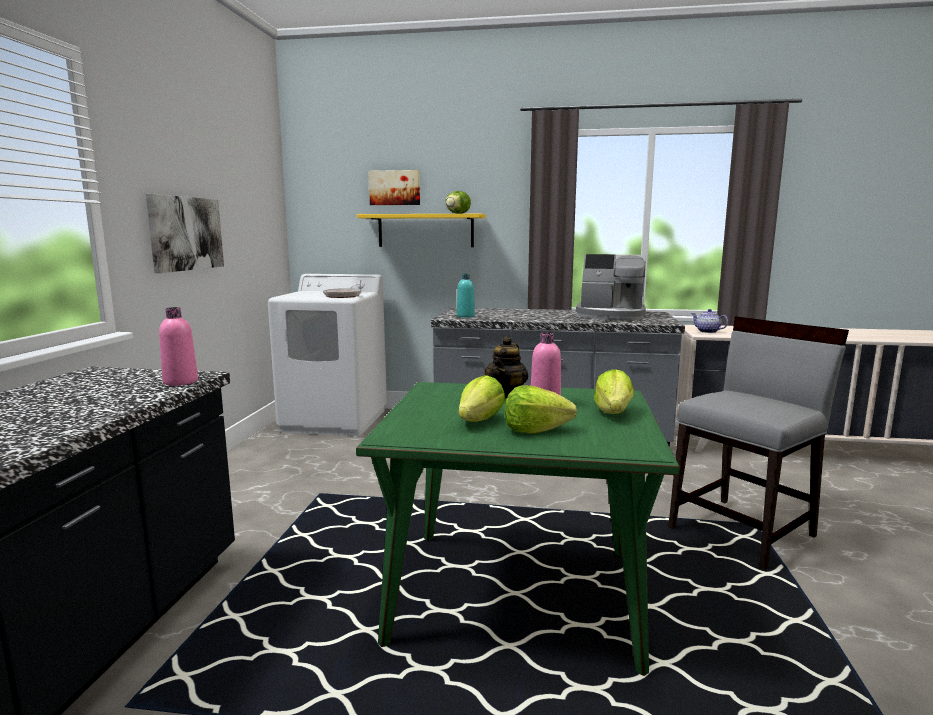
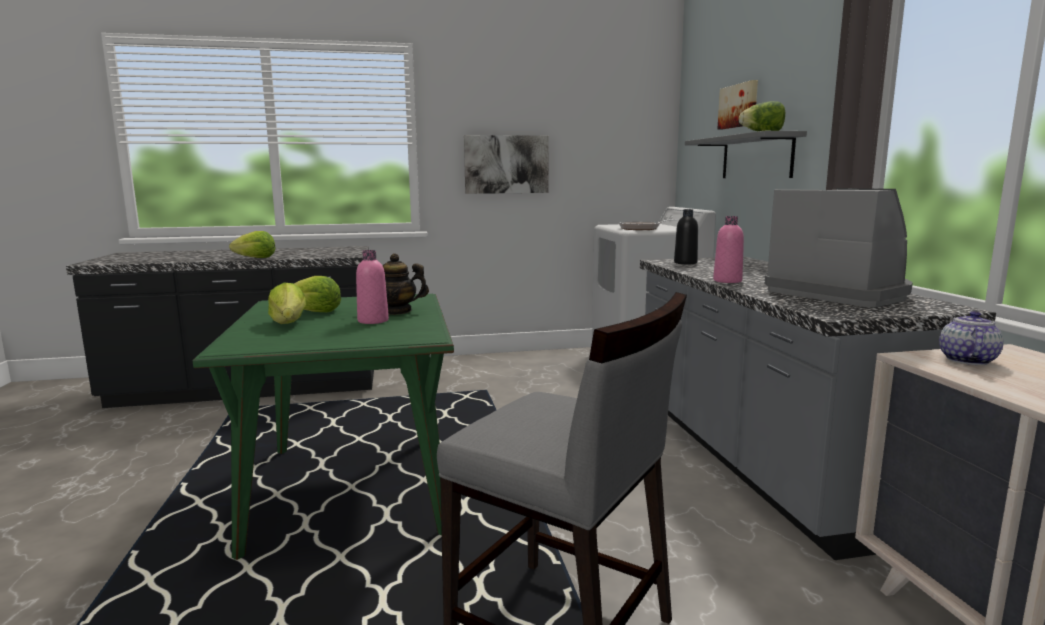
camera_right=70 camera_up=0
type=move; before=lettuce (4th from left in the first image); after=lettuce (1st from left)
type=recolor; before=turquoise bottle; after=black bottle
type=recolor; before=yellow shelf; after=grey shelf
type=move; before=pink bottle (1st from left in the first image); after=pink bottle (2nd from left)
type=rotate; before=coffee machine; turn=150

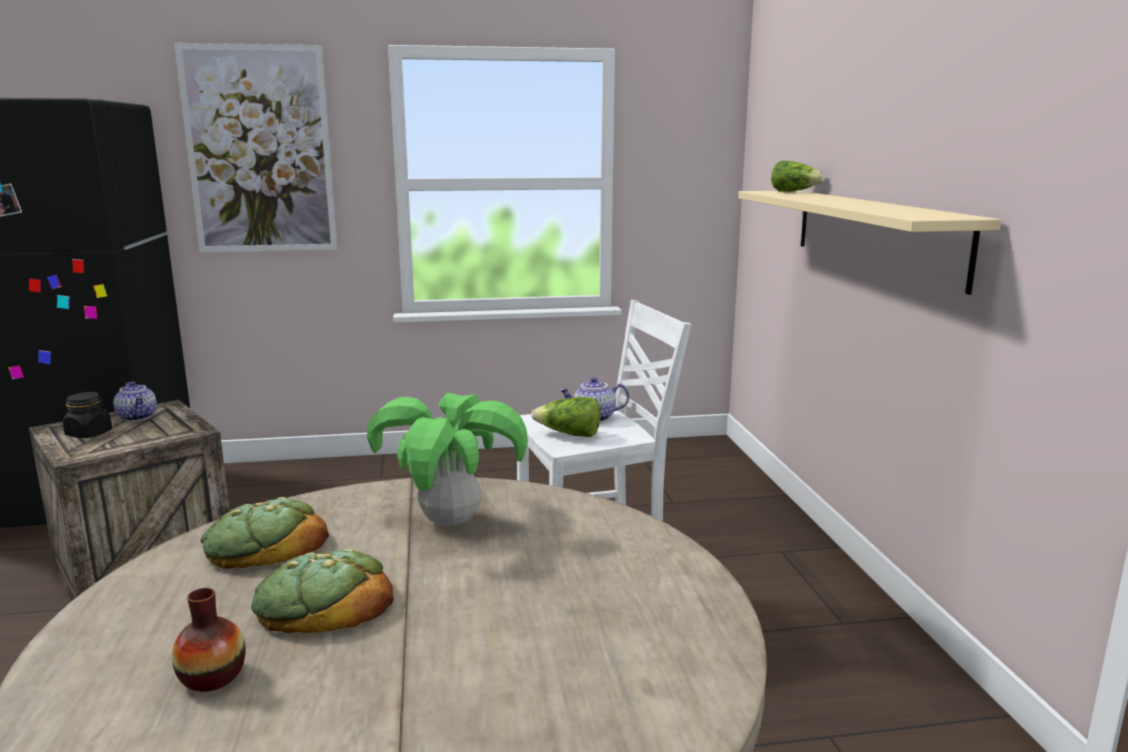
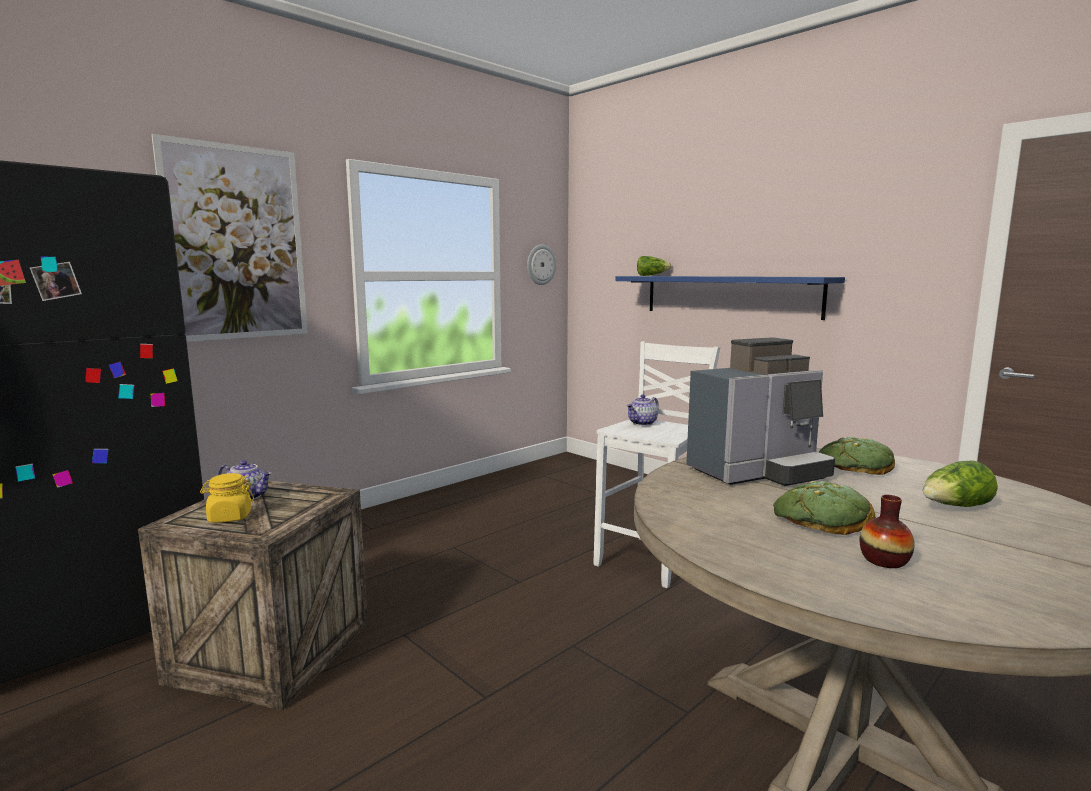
camera_right=-35 camera_up=-5
type=recolor; before=black jar; after=yellow jar
type=insert; after=wall clock
type=recolor; before=beige shelf; after=blue shelf
type=replace; before=potted plant; after=coffee machine
type=move; before=bread (1st from left in the first image); after=bread (2nd from left)
type=move; before=lettuce (1st from left in the first image); after=lettuce (2nd from left)

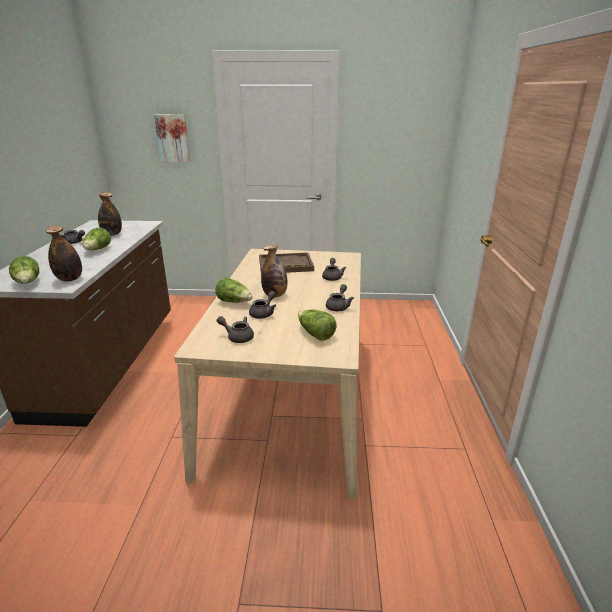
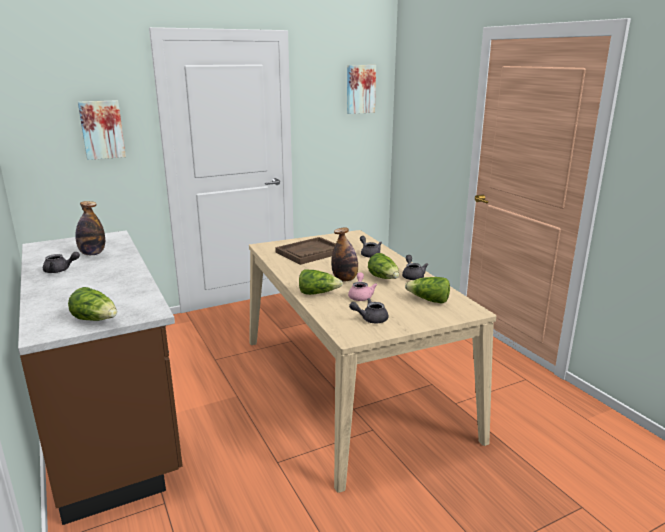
camera_right=-30 camera_up=-5
type=insert; after=picture (2nd from left)
type=recolor; before=grey teapot (3rd from left); after=pink teapot
type=move; before=lettuce (2nd from left in the first image); after=lettuce (3rd from left)
type=delete; before=bottle (1st from left)

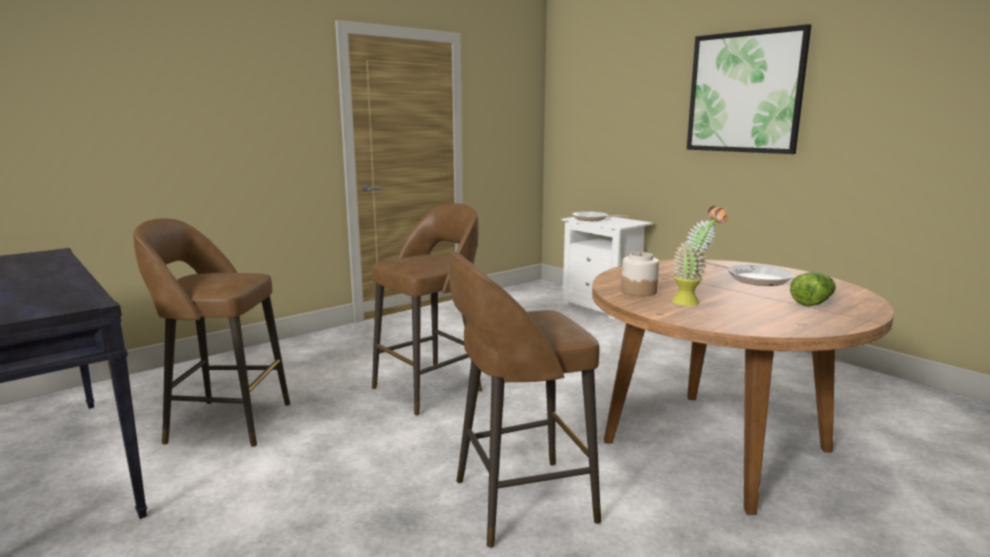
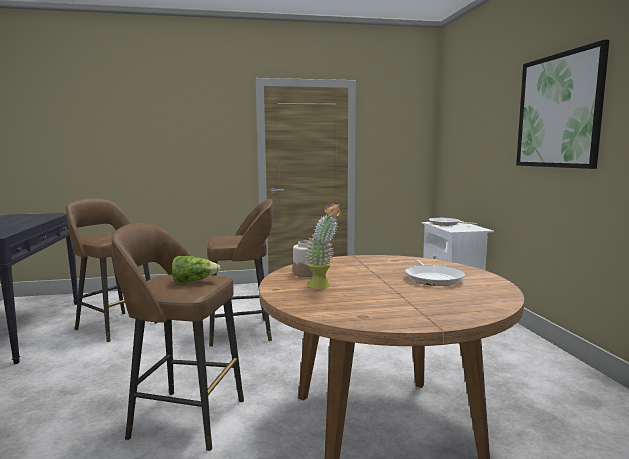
camera_right=30 camera_up=-5
type=move; before=lettuce

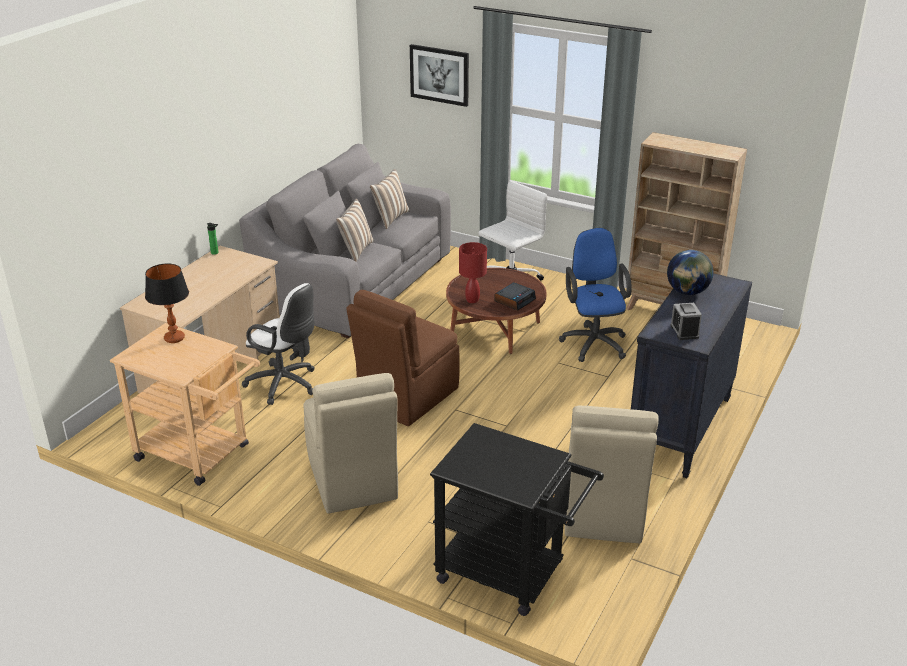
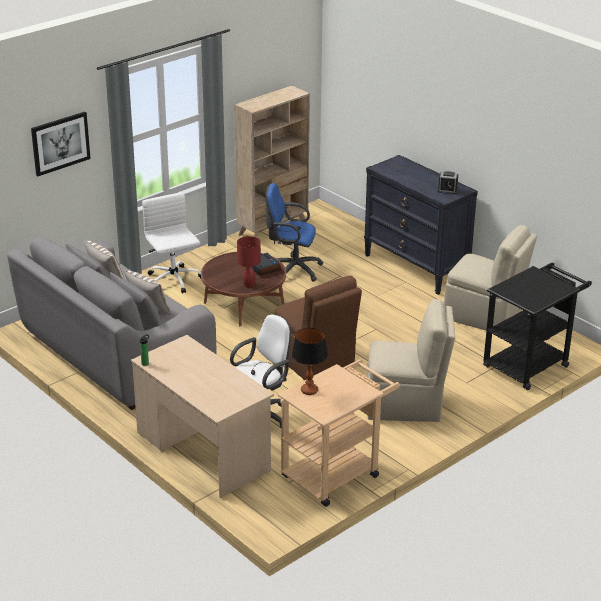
camera_right=-70 camera_up=0
type=delete; before=globe

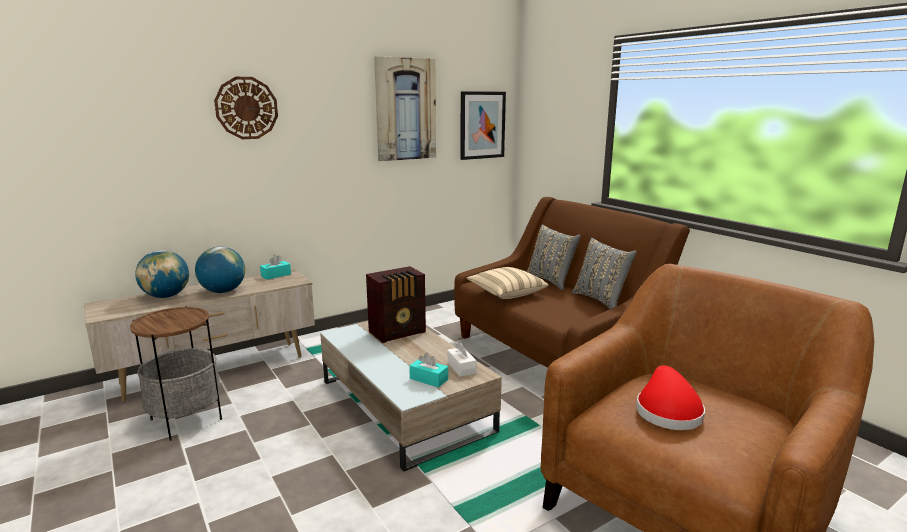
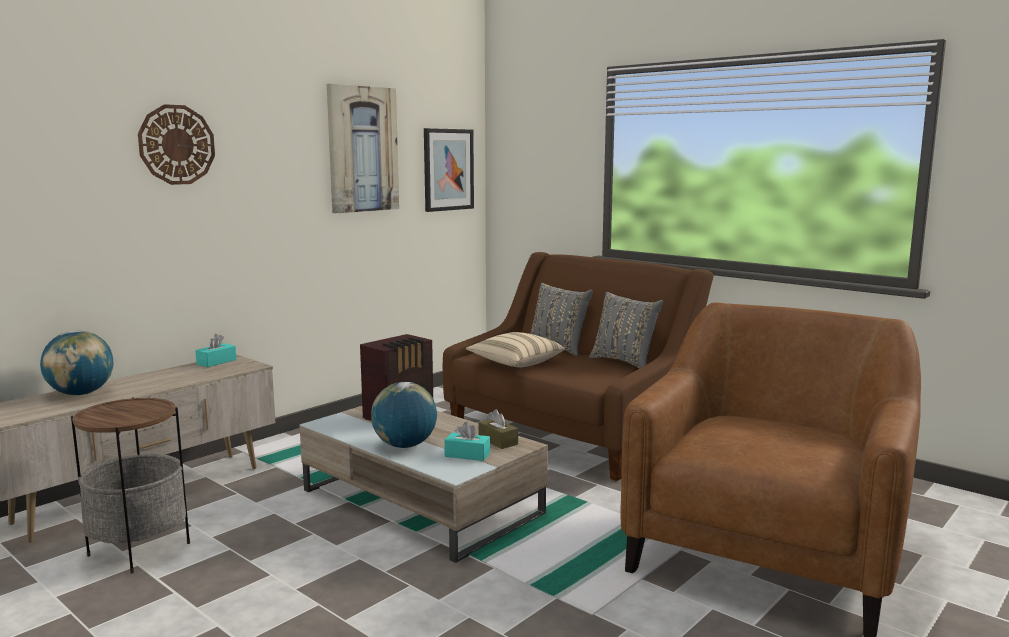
camera_right=-15 camera_up=-5
type=move; before=globe (2nd from left)
type=recolor; before=white tissue box; after=brown tissue box
type=delete; before=red hat

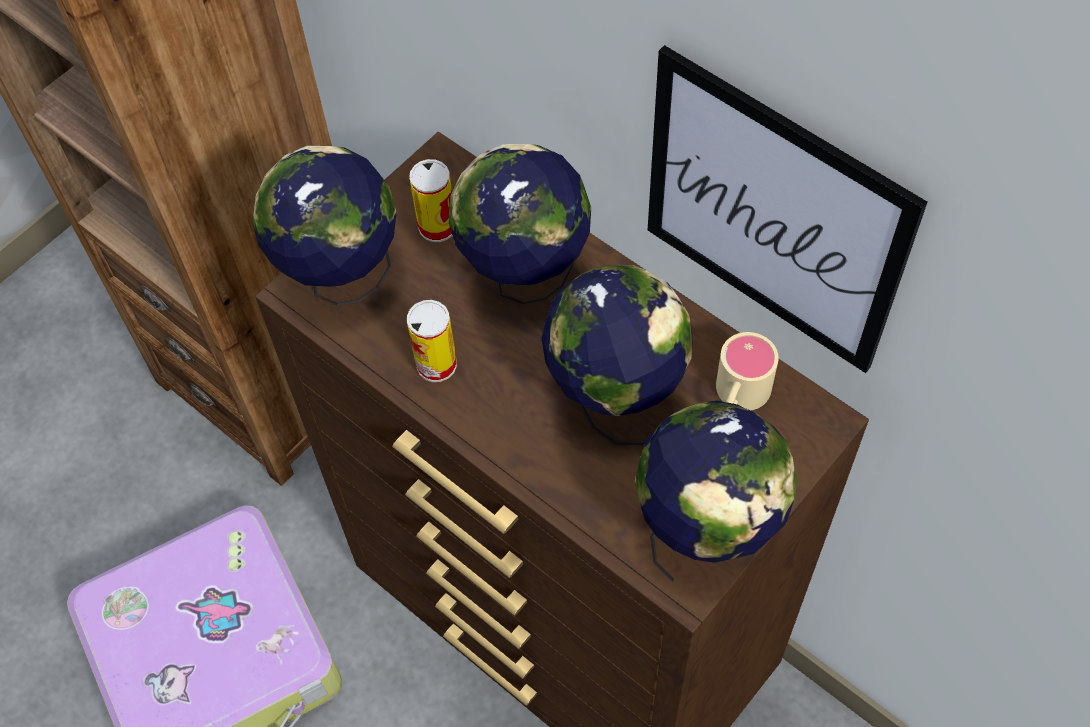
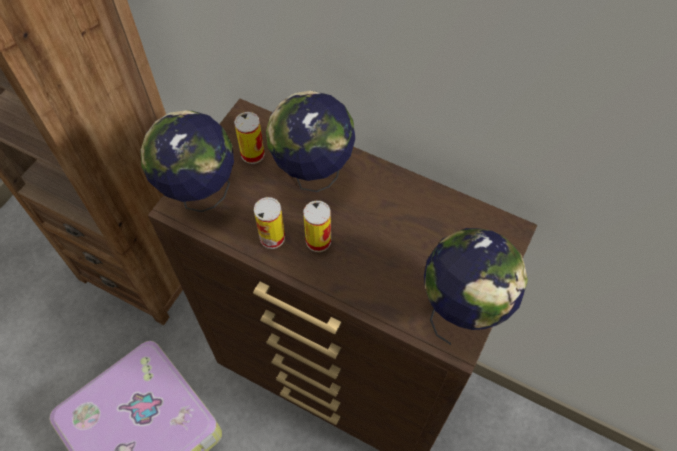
camera_right=-15 camera_up=0
type=insert; after=can (3rd from left)
type=delete; before=globe (3rd from left)
type=delete; before=picture
type=delete; before=beige mug

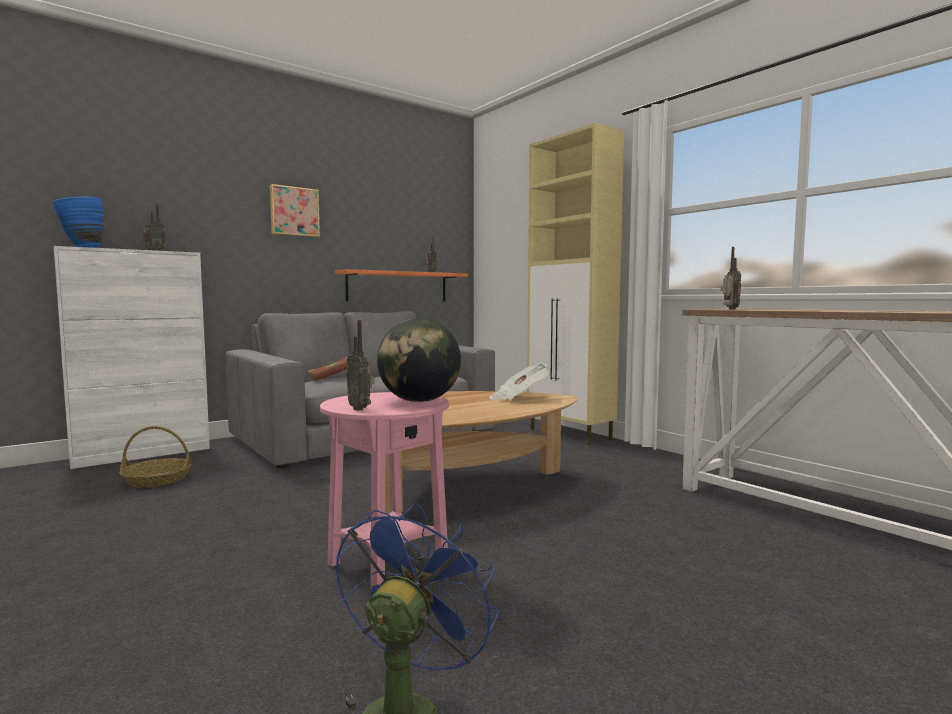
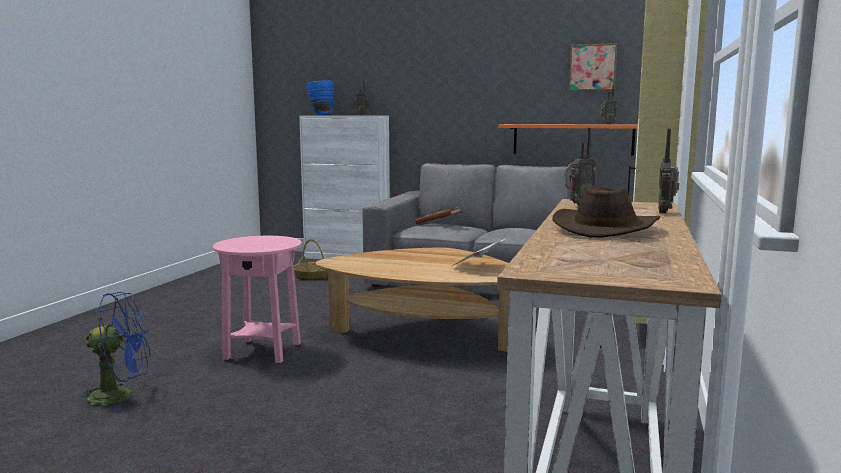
camera_right=55 camera_up=5
type=insert; after=brown hat
type=move; before=picture
type=move; before=radio (2nd from left in the first image); after=radio (4th from left)
type=delete; before=globe

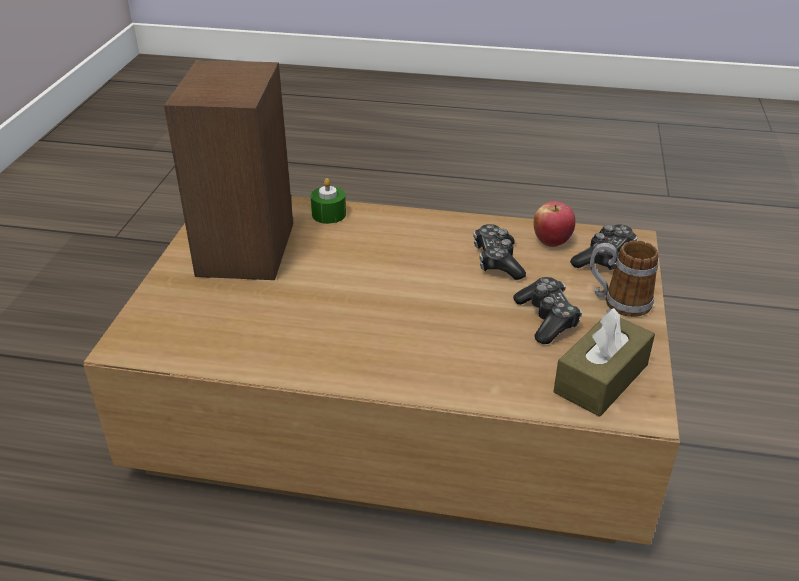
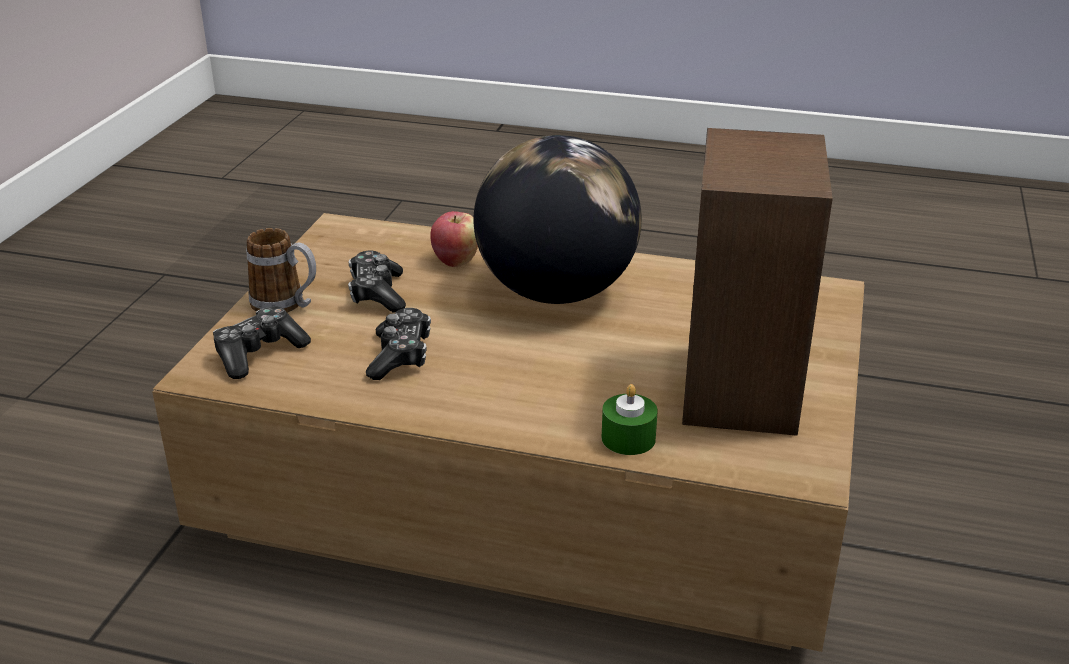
camera_right=-175 camera_up=-5
type=move; before=apple
type=insert; after=globe
type=delete; before=brown tissue box

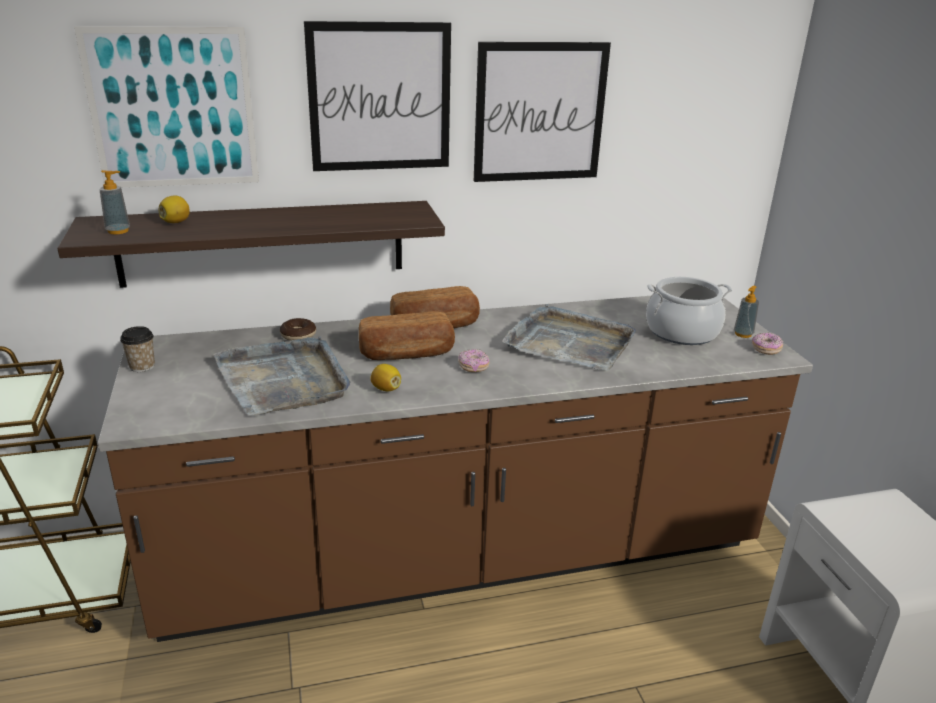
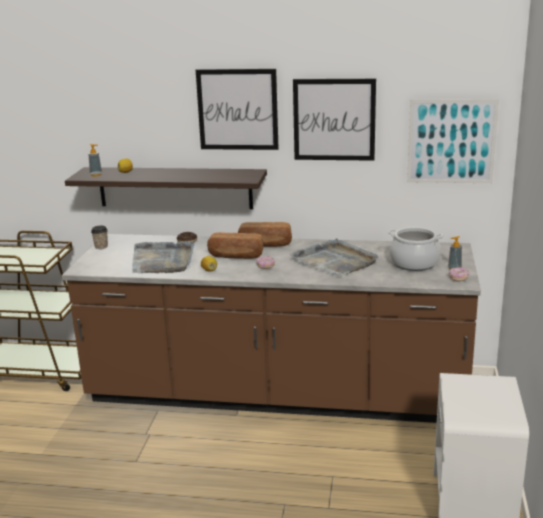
camera_right=25 camera_up=-5
type=move; before=picture (1st from left in the first image); after=picture (3rd from left)

